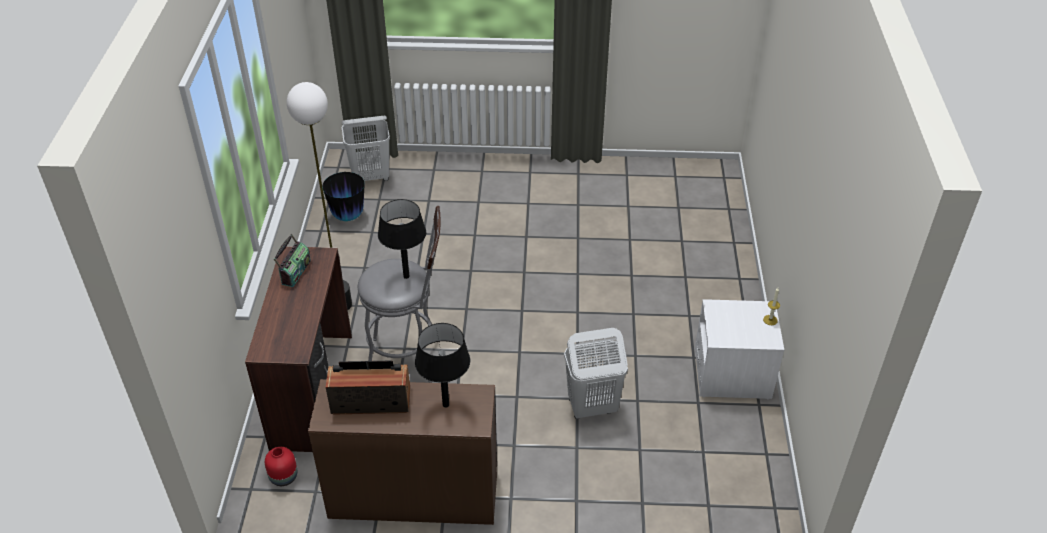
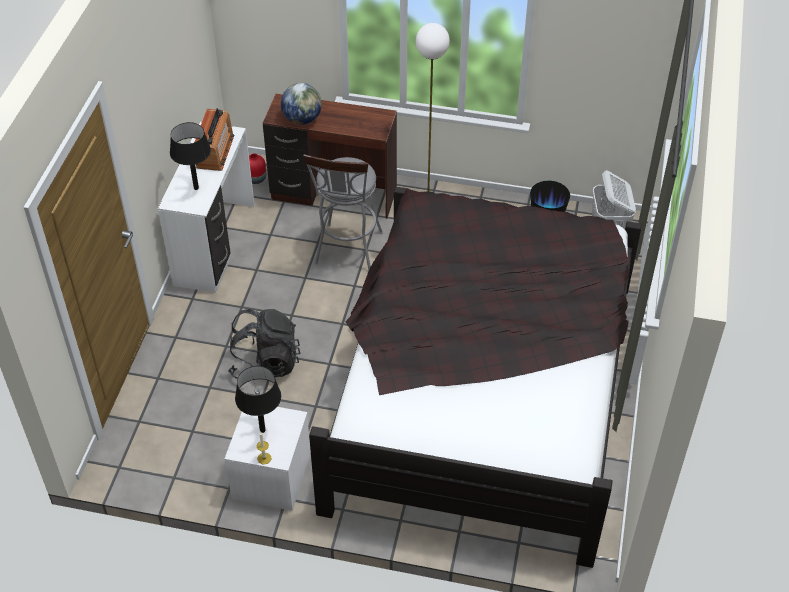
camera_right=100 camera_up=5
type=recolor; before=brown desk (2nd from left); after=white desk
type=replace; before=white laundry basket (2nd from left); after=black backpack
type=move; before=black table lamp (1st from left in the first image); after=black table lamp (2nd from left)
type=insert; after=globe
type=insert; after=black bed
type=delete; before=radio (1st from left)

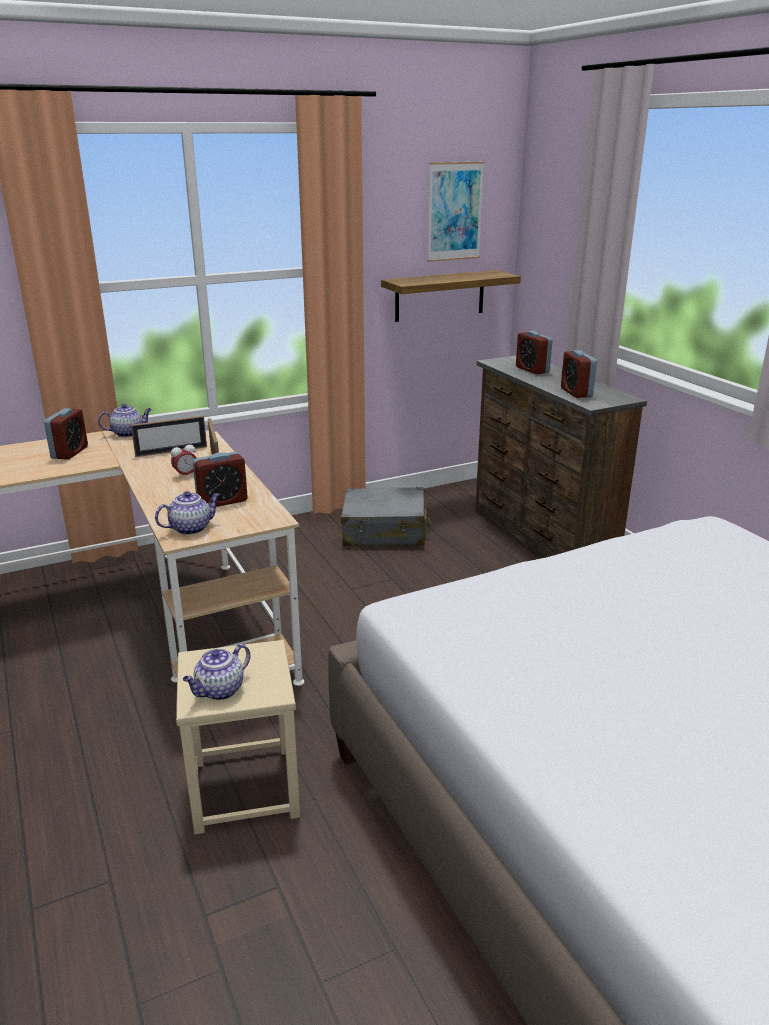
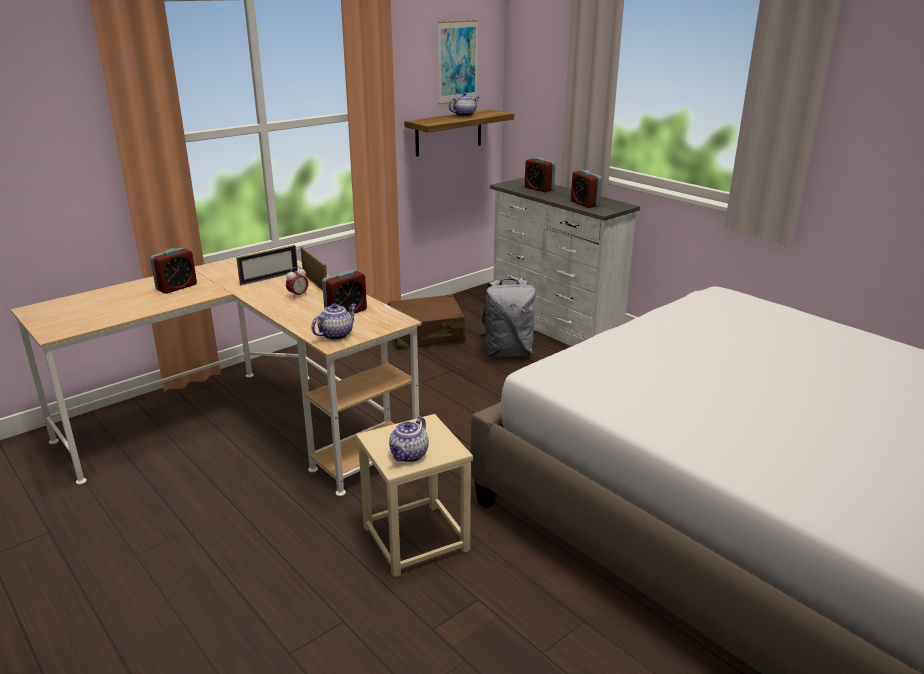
camera_right=-15 camera_up=0
type=rotate; before=alarm clock (1st from left); turn=45
type=recolor; before=grey suitcase; after=brown suitcase
type=move; before=teapot (1st from left in the first image); after=teapot (3rd from left)
type=insert; after=grey backpack
type=recolor; before=brown dresser; after=white dresser

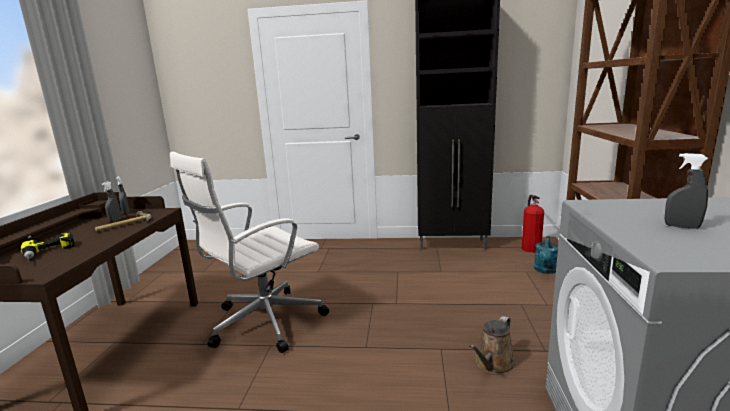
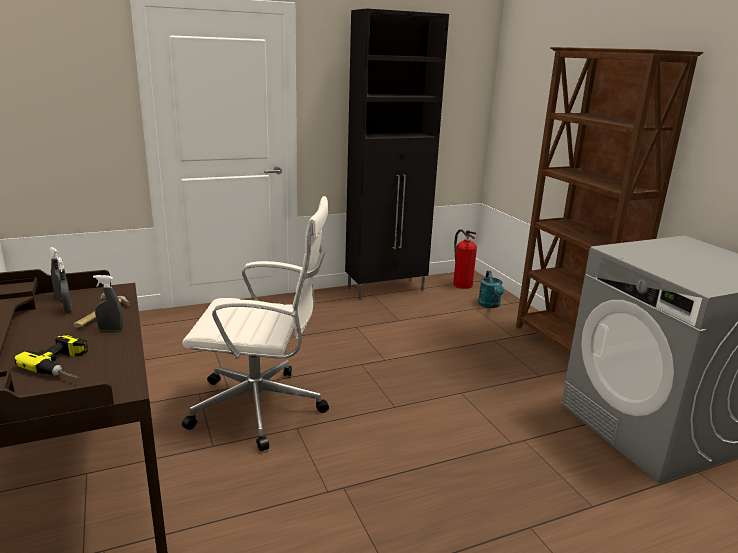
camera_right=-30 camera_up=5
type=move; before=grey spray bottle (3rd from left)
type=rotate; before=white office chair; turn=-105
type=delete; before=brown watering can

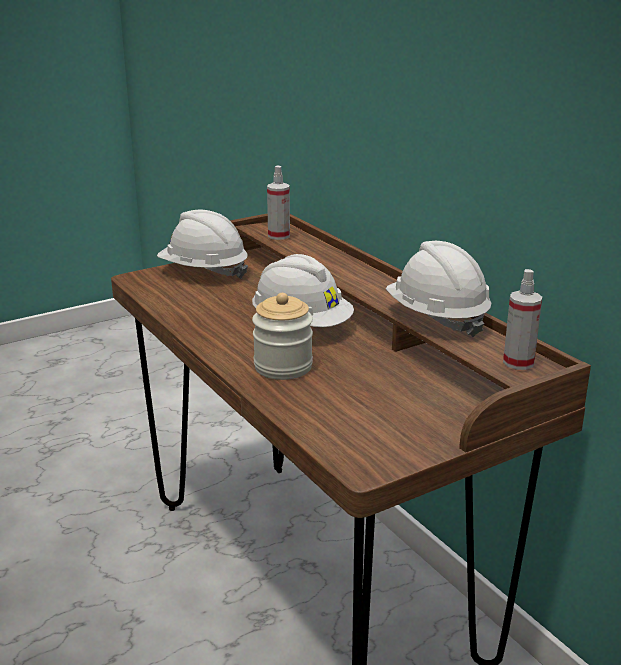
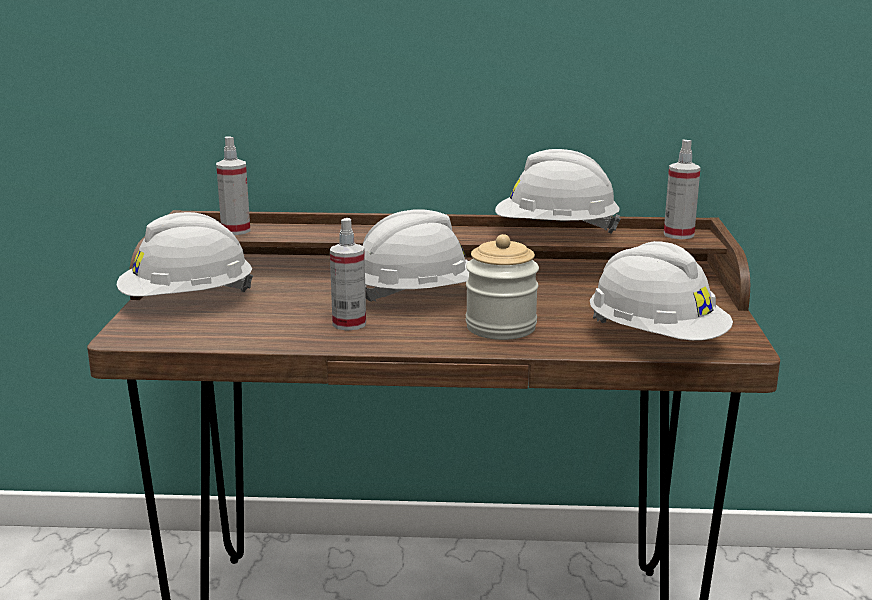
camera_right=-55 camera_up=-5
type=insert; after=spray bottle (2nd from left)
type=insert; after=white hard hat (4th from left)

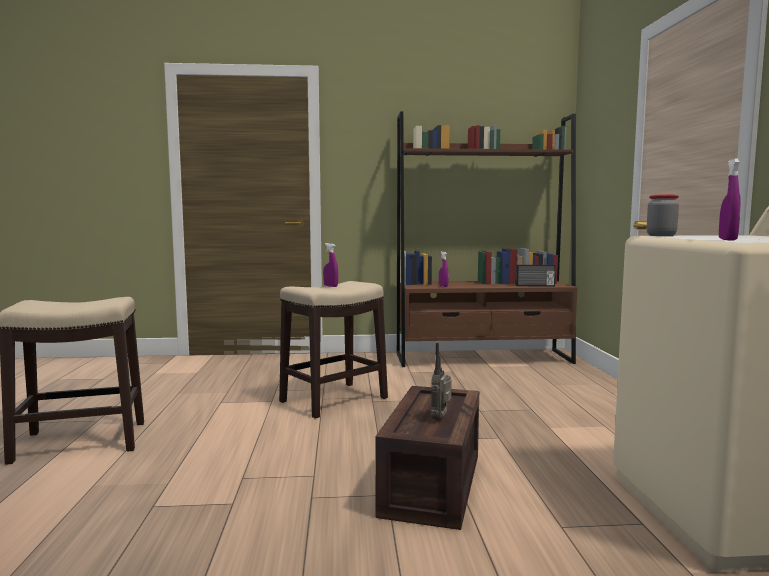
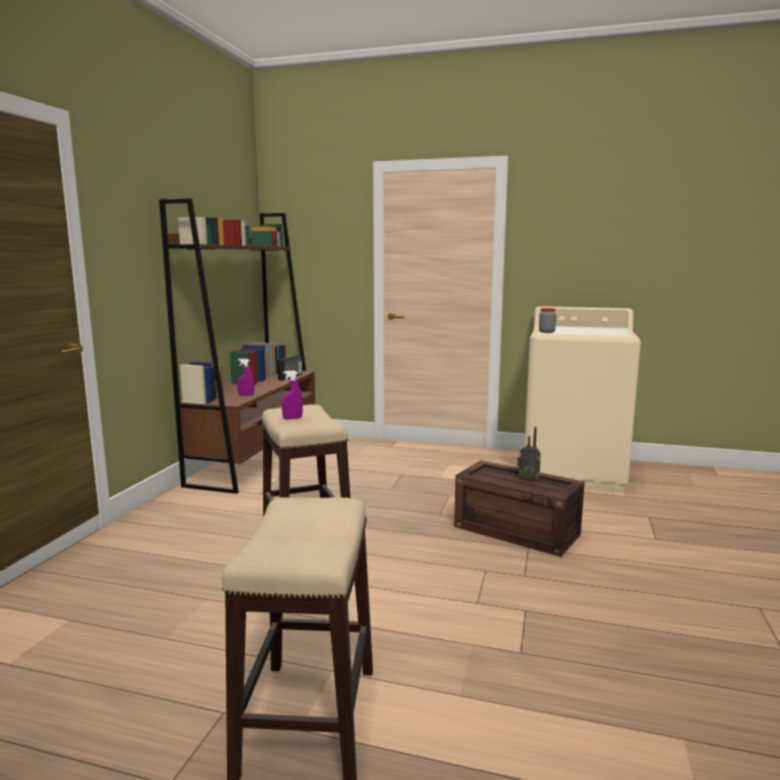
camera_right=-70 camera_up=5
type=delete; before=purple spray bottle (3rd from left)

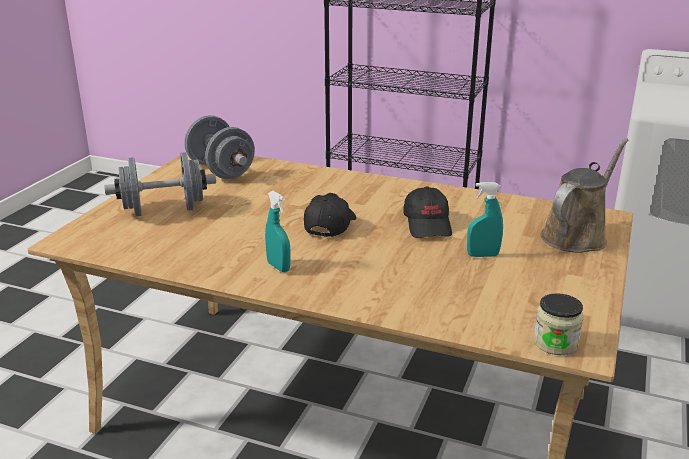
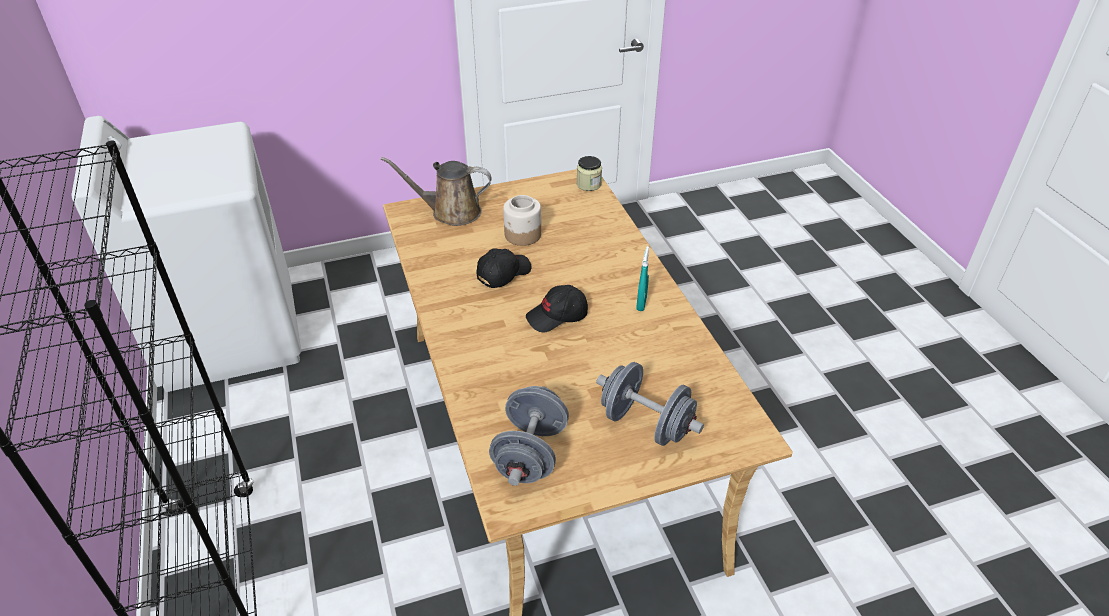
camera_right=-130 camera_up=15
type=replace; before=turquoise spray bottle (2nd from left); after=jar (1st from left)

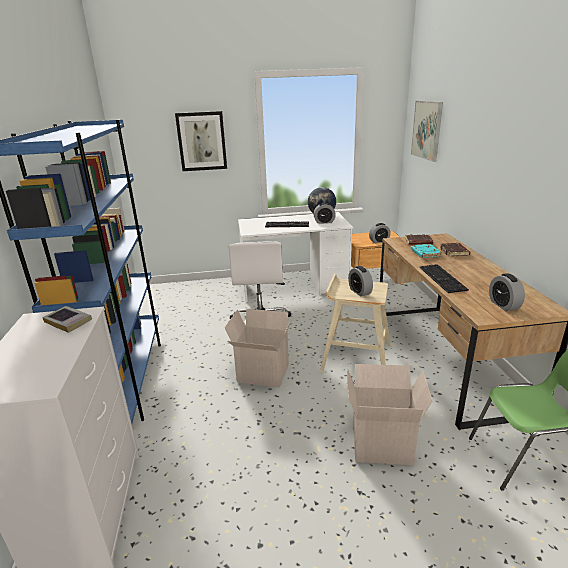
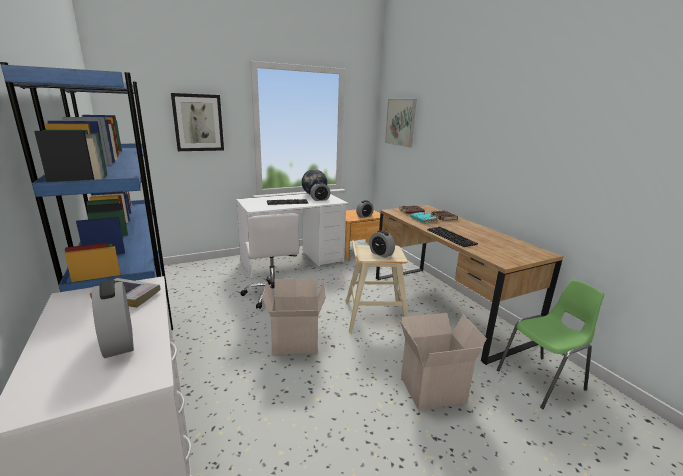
camera_right=-20 camera_up=-5
type=move; before=alarm clock (4th from left in the first image); after=alarm clock (1st from left)

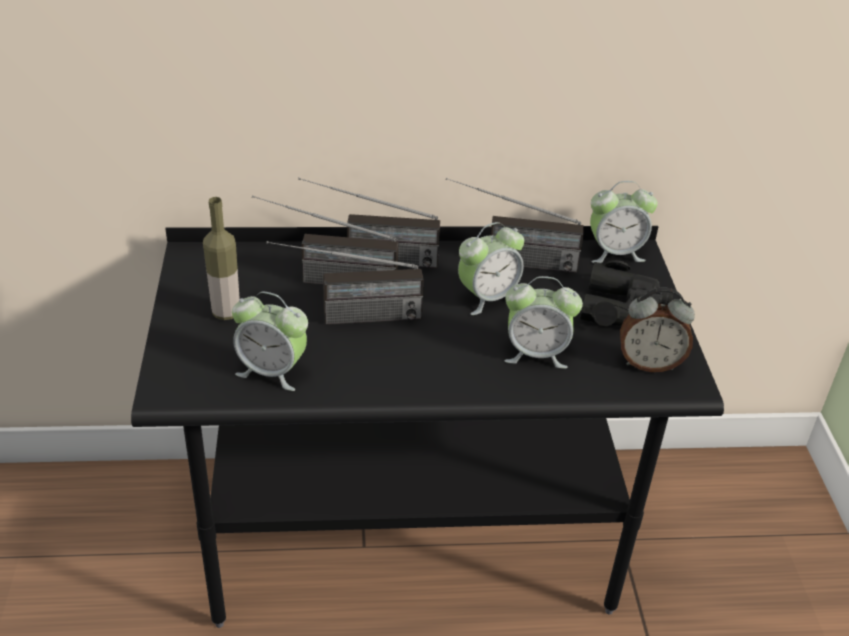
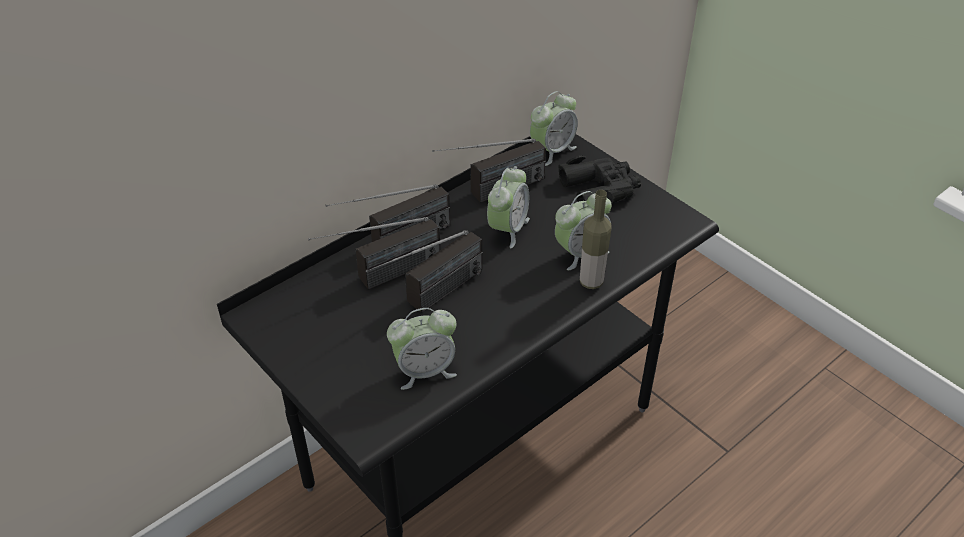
camera_right=-35 camera_up=5
type=move; before=bottle
type=delete; before=alarm clock (5th from left)

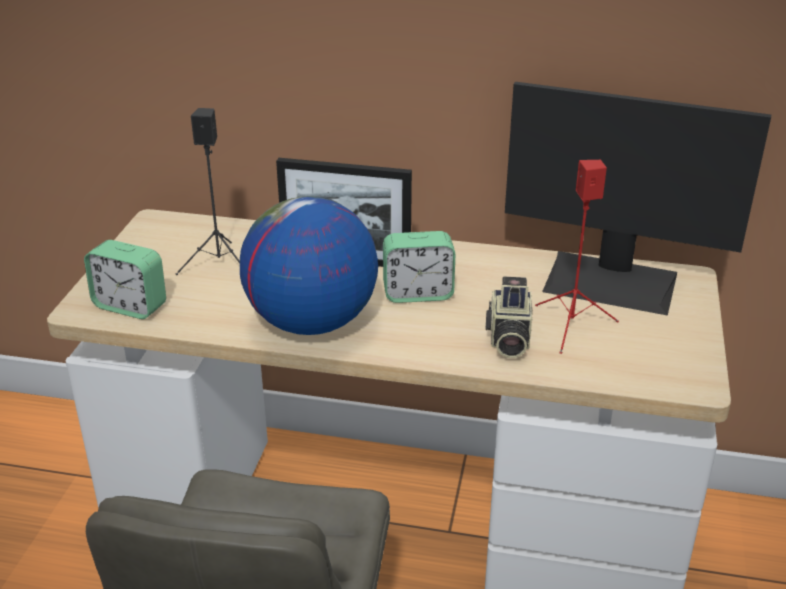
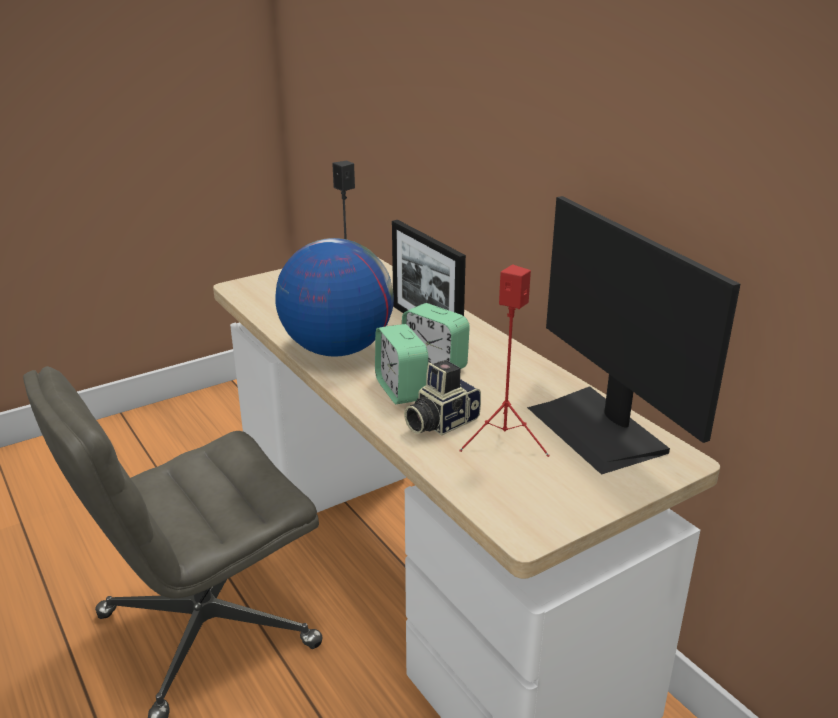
camera_right=45 camera_up=-5
type=move; before=alarm clock (1st from left)

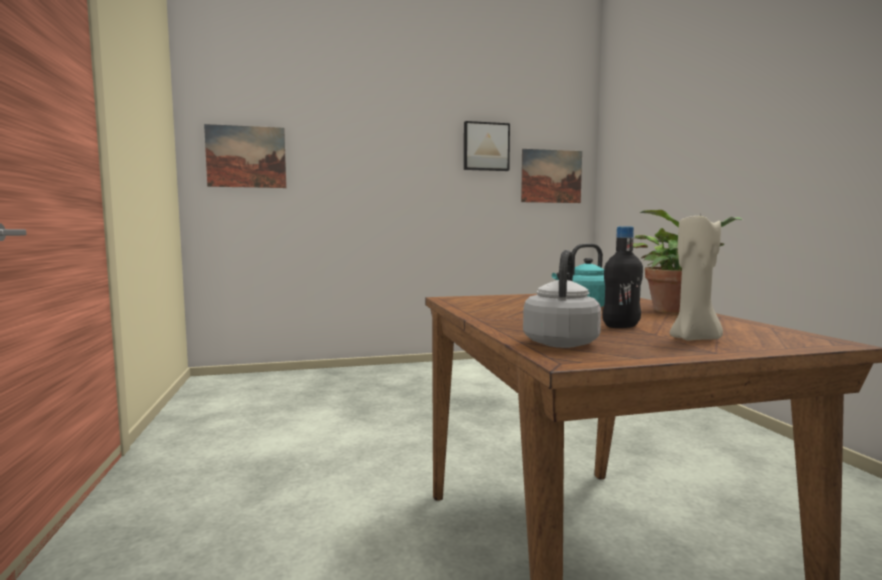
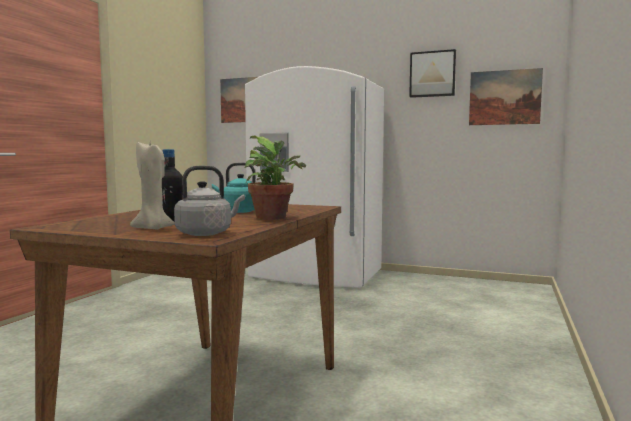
camera_right=35 camera_up=0
type=move; before=grey kettle
type=insert; after=white fridge

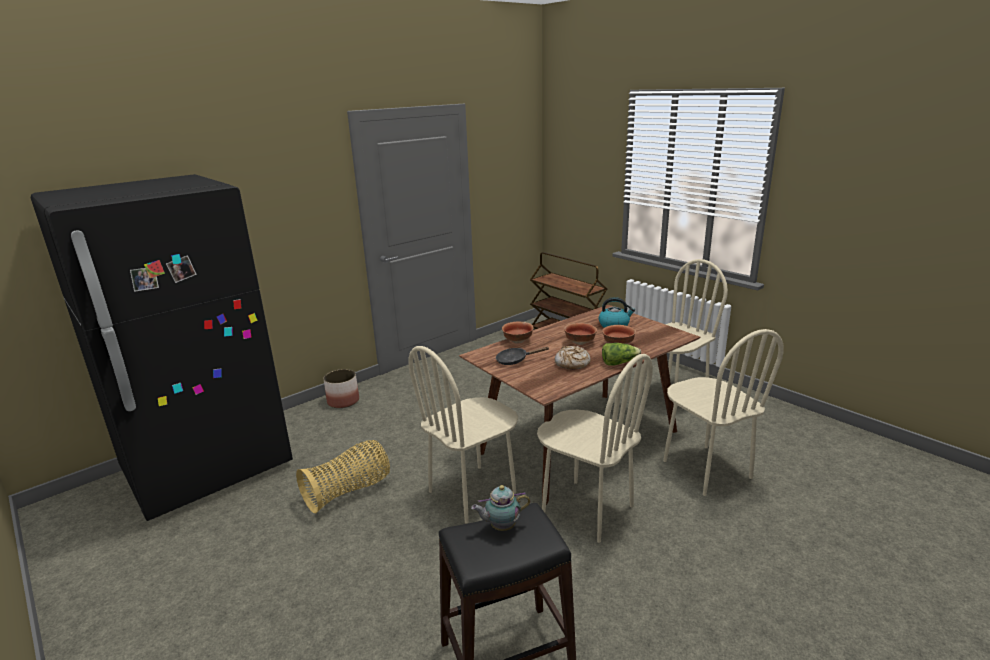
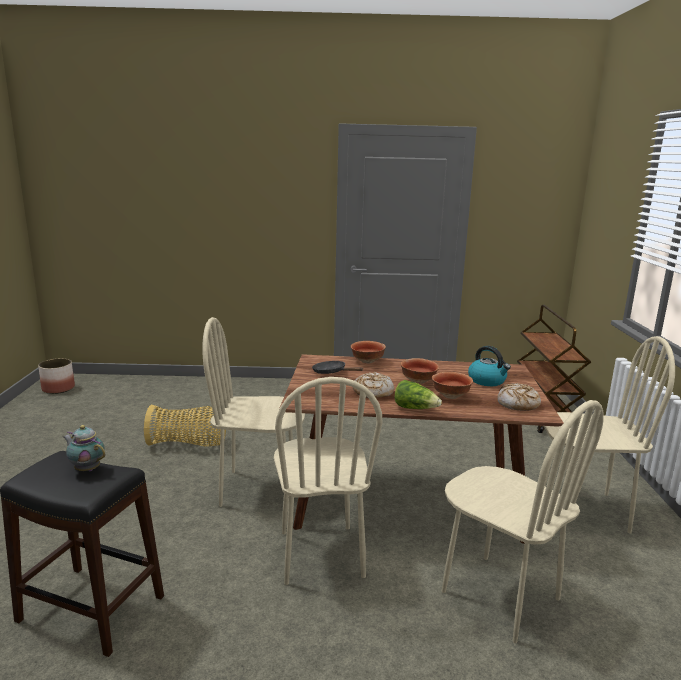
camera_right=40 camera_up=-5
type=move; before=planter
type=rotate; before=beige chair (4th from left in the first image); turn=-60
type=insert; after=bread (2nd from left)
type=delete; before=black fridge

